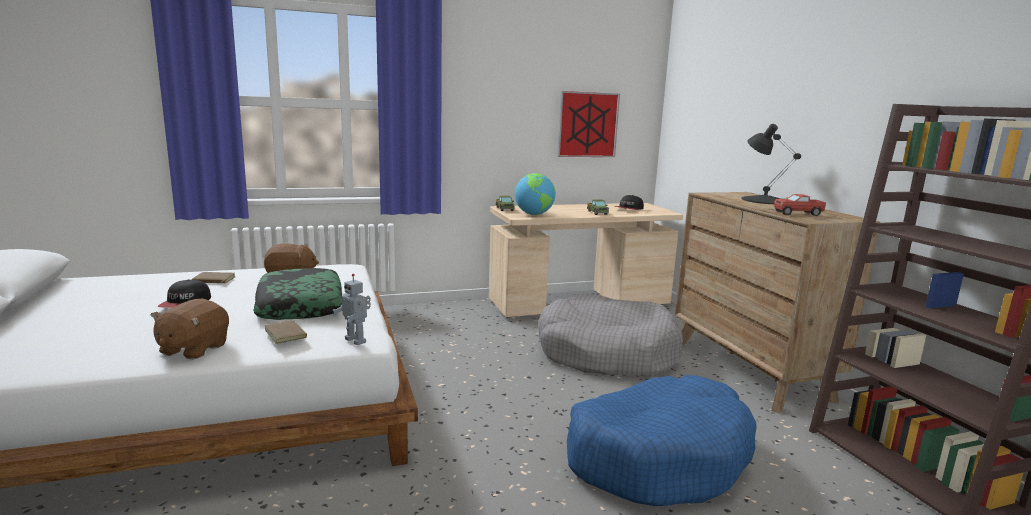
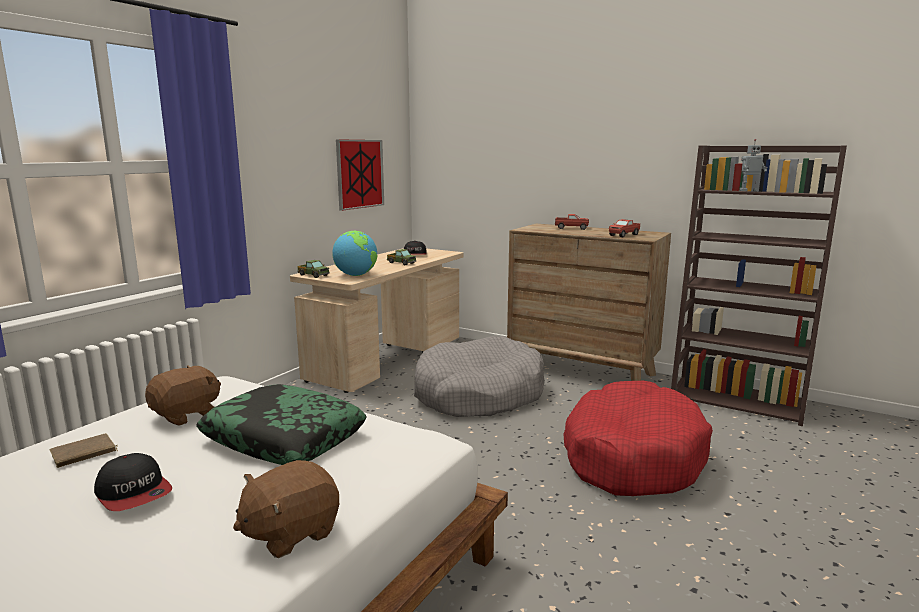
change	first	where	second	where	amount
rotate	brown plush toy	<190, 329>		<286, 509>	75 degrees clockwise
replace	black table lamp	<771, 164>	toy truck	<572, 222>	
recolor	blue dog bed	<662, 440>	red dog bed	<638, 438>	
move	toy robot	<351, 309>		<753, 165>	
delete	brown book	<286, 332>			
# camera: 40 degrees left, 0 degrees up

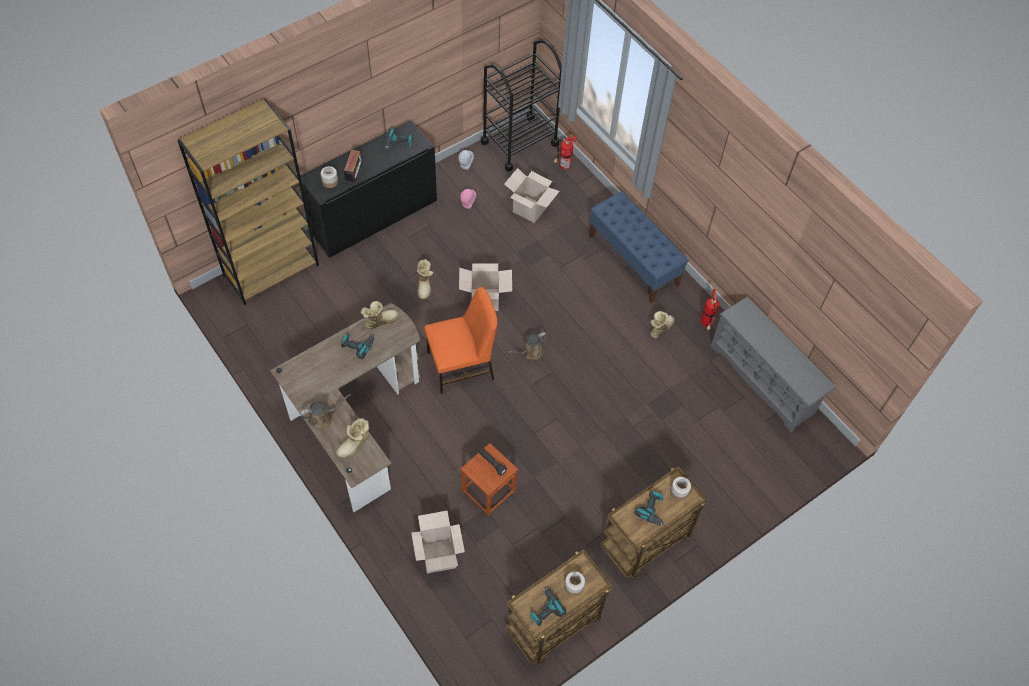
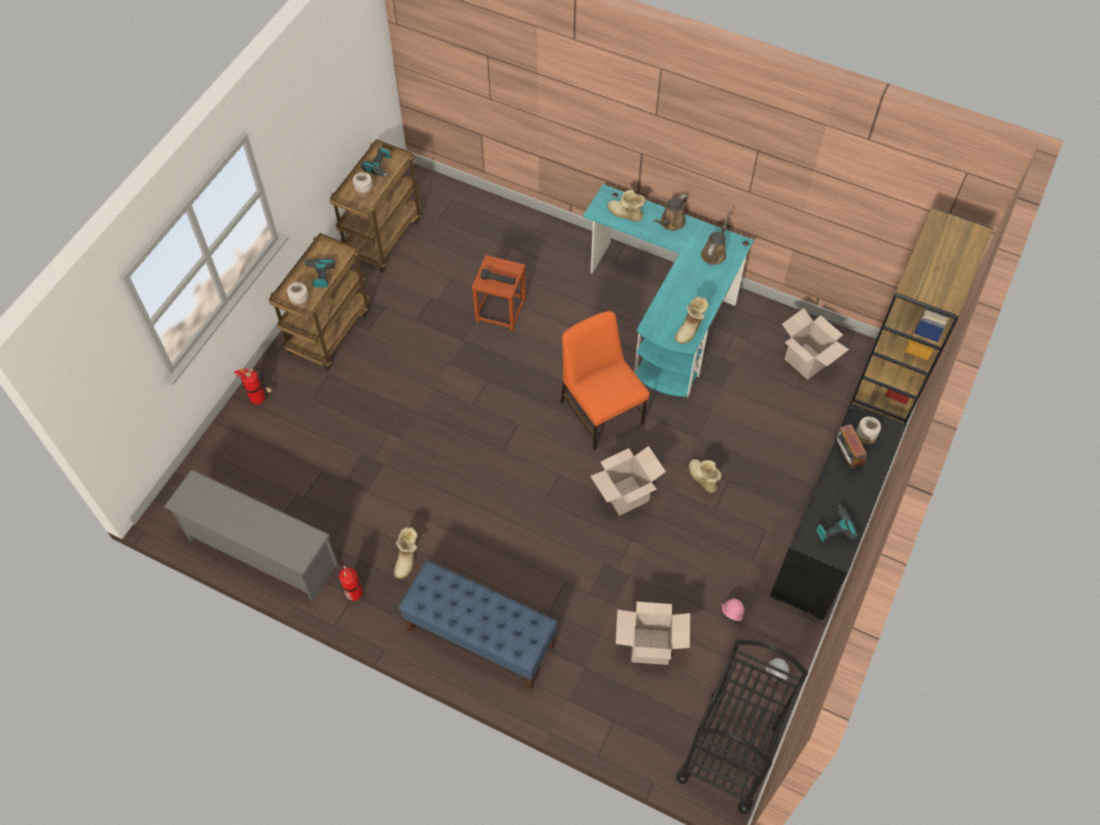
change	first	where	second	where	amount
move	fire extinguisher	<565, 151>		<253, 386>	
rotate	orange chair	<460, 340>		<604, 380>	105 degrees clockwise
recolor	brown desk	<345, 407>	turquoise desk	<668, 291>	
rotate	boot	<352, 438>		<626, 206>	75 degrees counterclockwise
move	brown watering can	<527, 346>		<716, 237>	
move	cardboard box	<438, 542>		<815, 344>	
delete	power drill	<358, 346>			
# camera: 155 degrees right, 0 degrees up

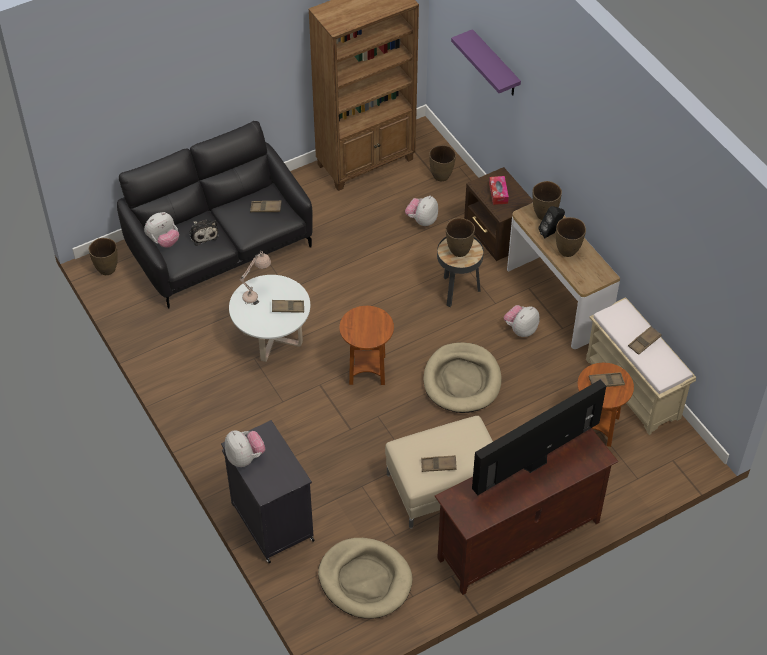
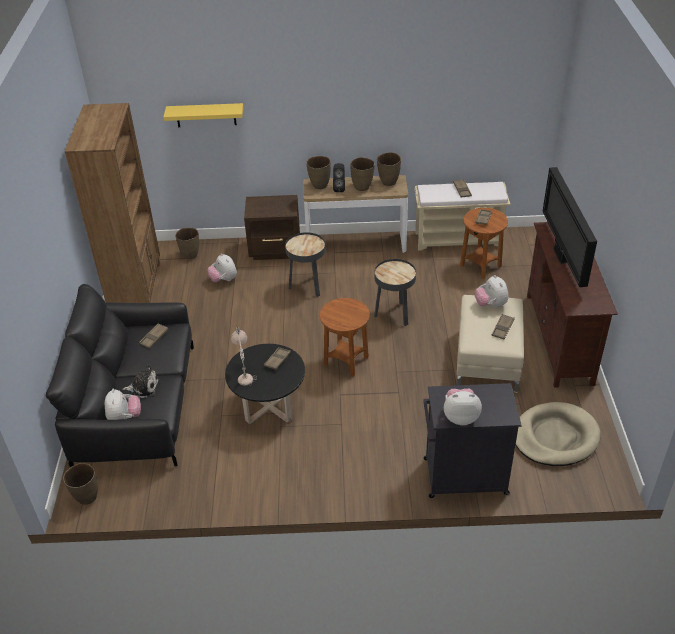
change	first	where	second	where	amount
recolor	purple shelf	<486, 62>	yellow shelf	<203, 115>	
recolor	white coffee table	<269, 318>	black coffee table	<265, 384>	
replace	beige dog bed	<462, 377>	black side table	<395, 292>	
move	brown vase	<460, 237>		<389, 169>	
move	plush toy	<522, 321>		<491, 291>	
delete	tissue box	<499, 190>			
# camera: 60 degrees left, 10 degrees down

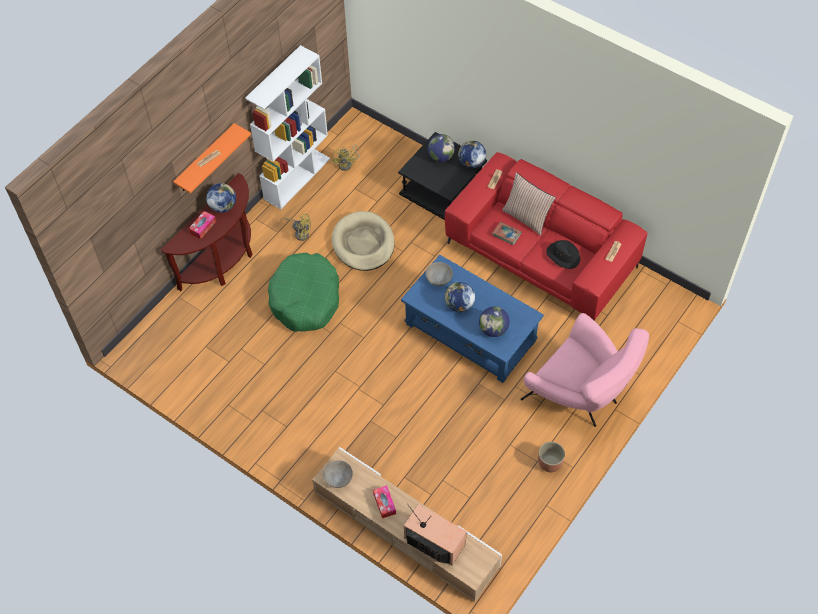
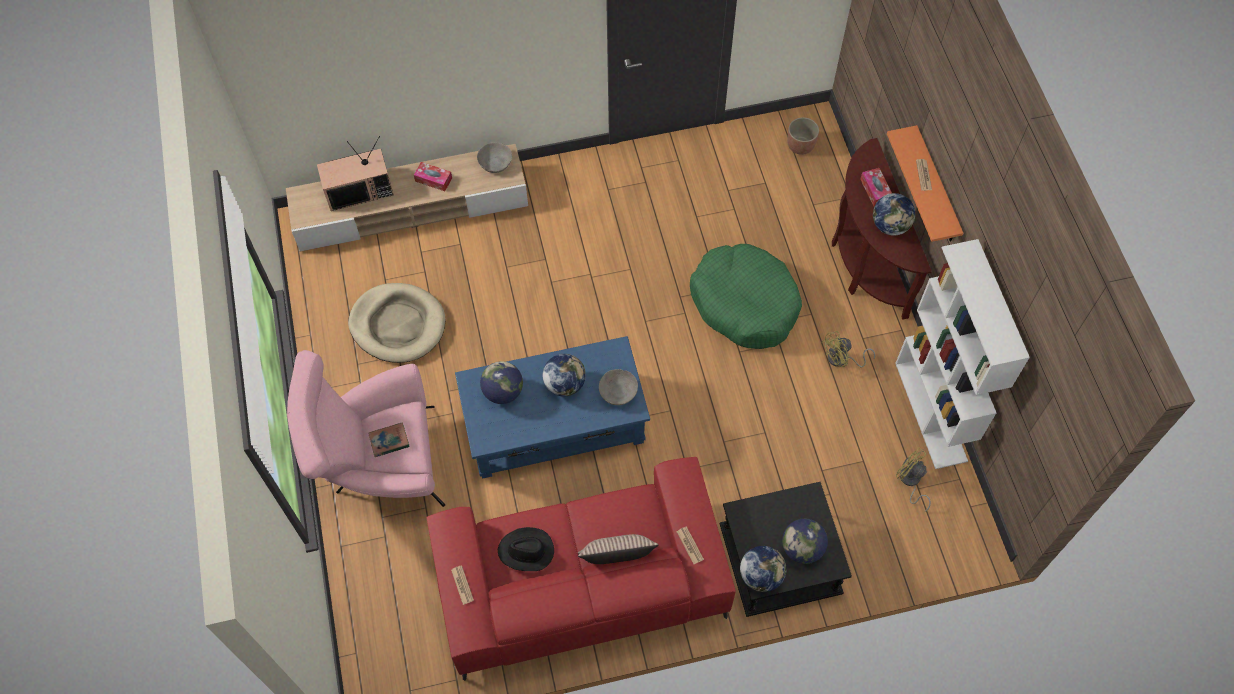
change	first	where	second	where	amount
move	beige dog bed	<363, 241>		<396, 323>	
move	book	<507, 233>		<389, 439>	
move	planter	<551, 457>		<803, 136>	
# camera: 130 degrees right, 5 degrees up

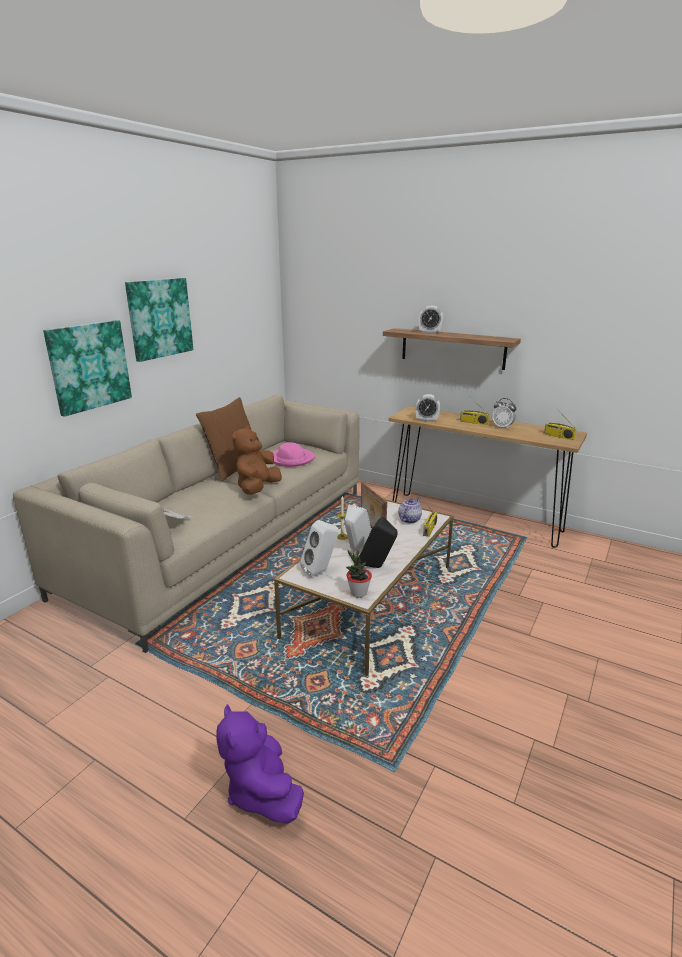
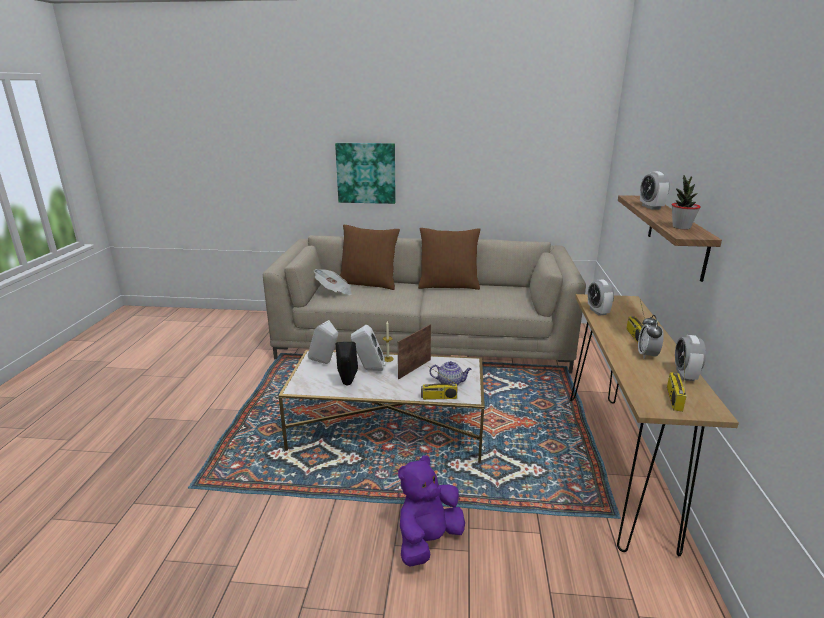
change	first	where	second	where	amount
insert			brown pillow	<370, 257>	
move	purple plush toy	<260, 763>		<431, 510>	
move	potted plant	<359, 574>		<686, 202>	
insert			alarm clock	<690, 358>	
delete	picture	<159, 320>			
delete	brown plush toy	<257, 460>			
delete	pink hat	<294, 454>			
# camera: 65 degrees right, 0 degrees up

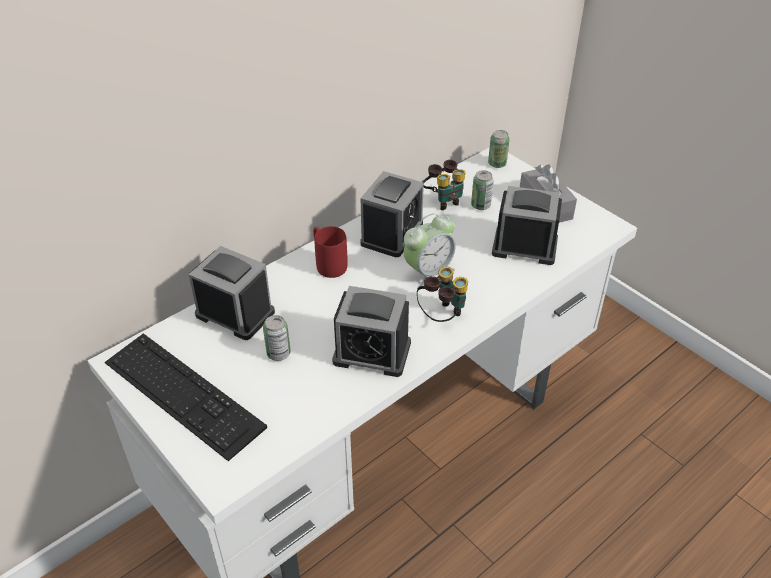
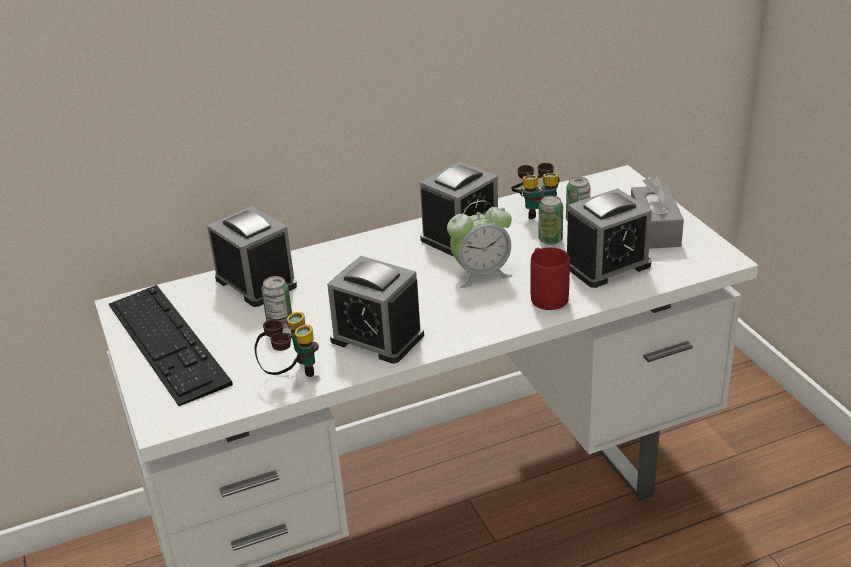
change	first	where	second	where	amount
move	binoculars	<442, 294>		<286, 344>	
move	red mug	<330, 252>		<550, 278>	
move	can	<499, 149>		<551, 220>	
rotate	alarm clock	<527, 225>		<609, 238>	120 degrees clockwise
# camera: 20 degrees right, 10 degrees down

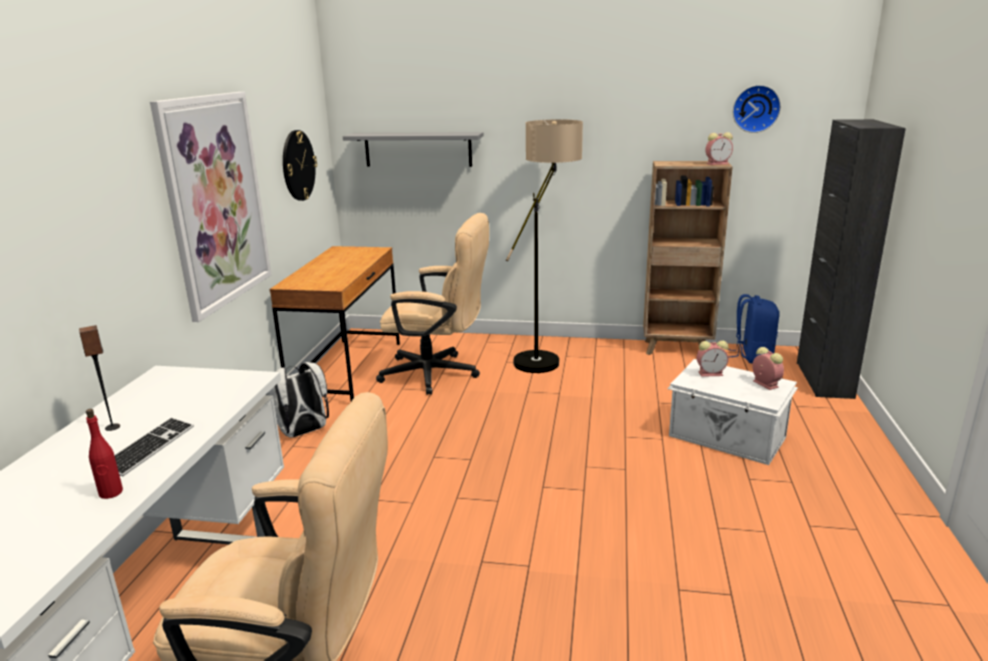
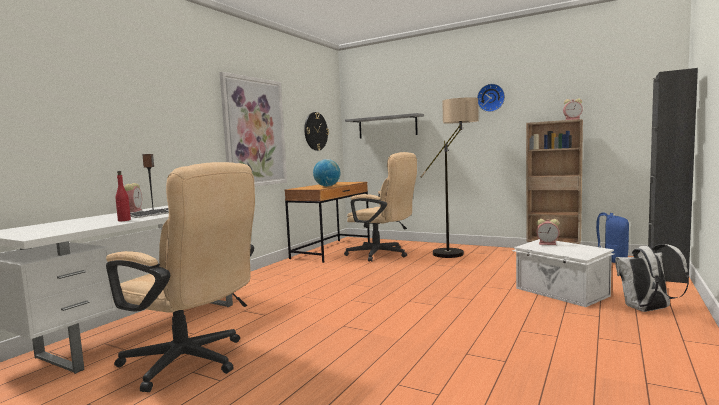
change	first	where	second	where	amount
move	alarm clock	<768, 368>		<133, 197>	
insert			globe	<326, 172>	
move	wall clock	<757, 109>		<491, 98>	
move	white backpack	<297, 400>		<652, 278>	
# camera: 20 degrees right, 15 degrees down

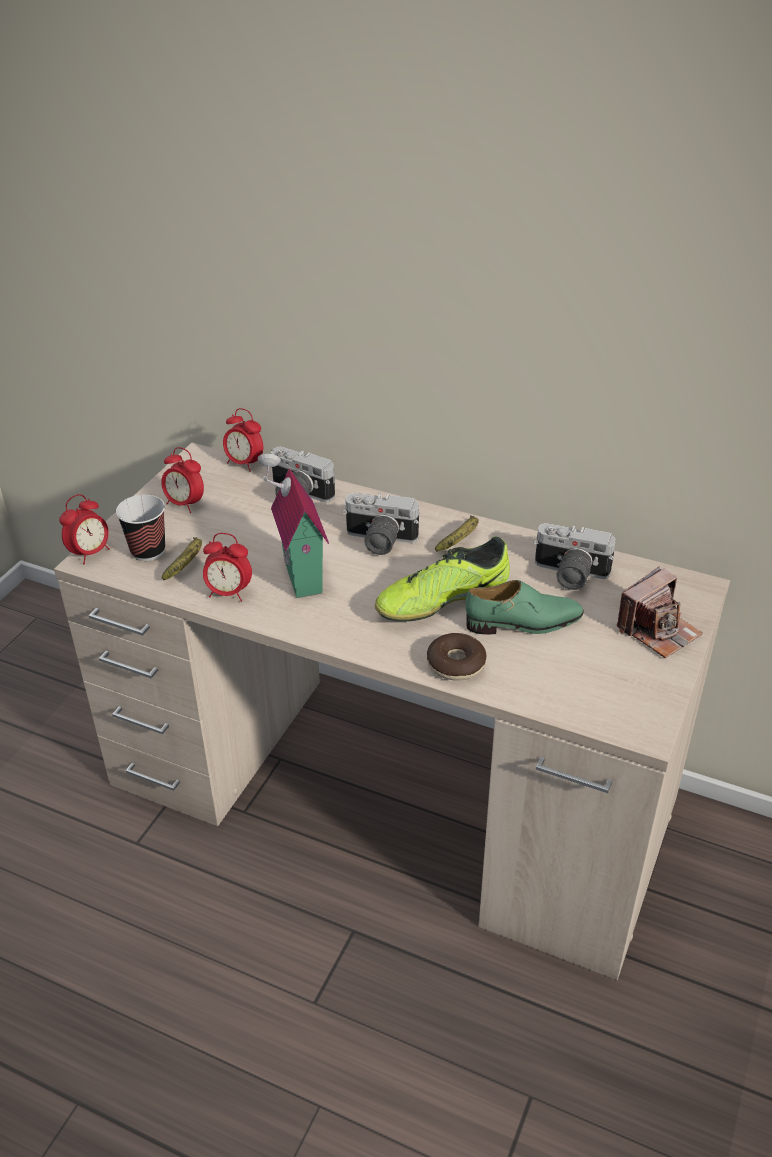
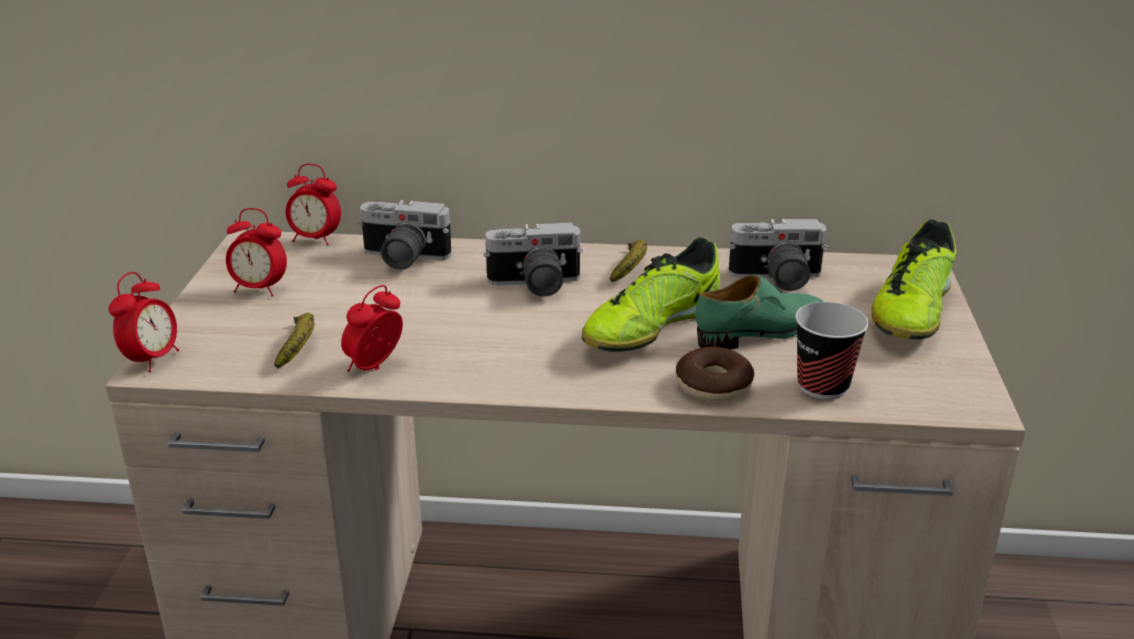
change	first	where	second	where	amount
rotate	alarm clock	<227, 567>		<372, 328>	135 degrees clockwise
move	cup	<140, 528>		<832, 351>	
replace	photo camera	<660, 612>	shoe	<913, 279>	
delete	toy house	<293, 523>			
# camera: 20 degrees left, 10 degrees down

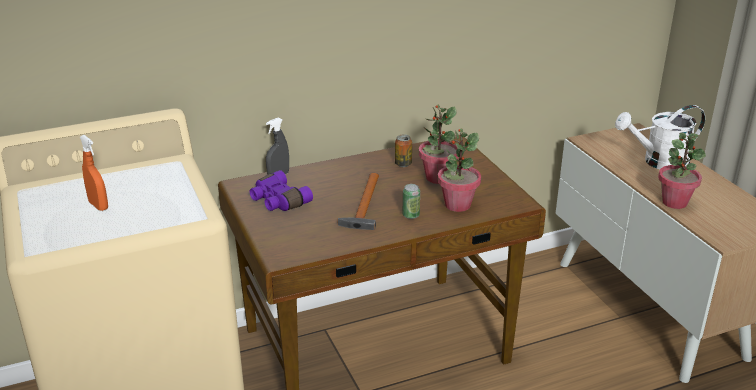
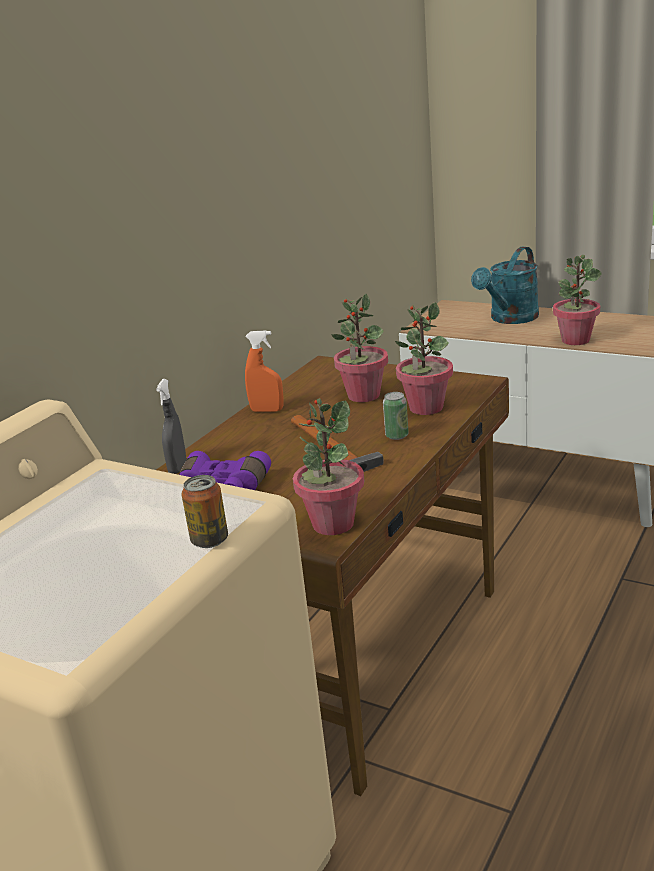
change	first	where	second	where	amount
move	can	<403, 151>		<204, 511>	
move	orange spray bottle	<94, 173>		<264, 371>	
insert			potted plant	<328, 466>	
recolor	white watering can	<660, 137>	turquoise watering can	<505, 285>	
# camera: 35 degrees left, 5 degrees down

